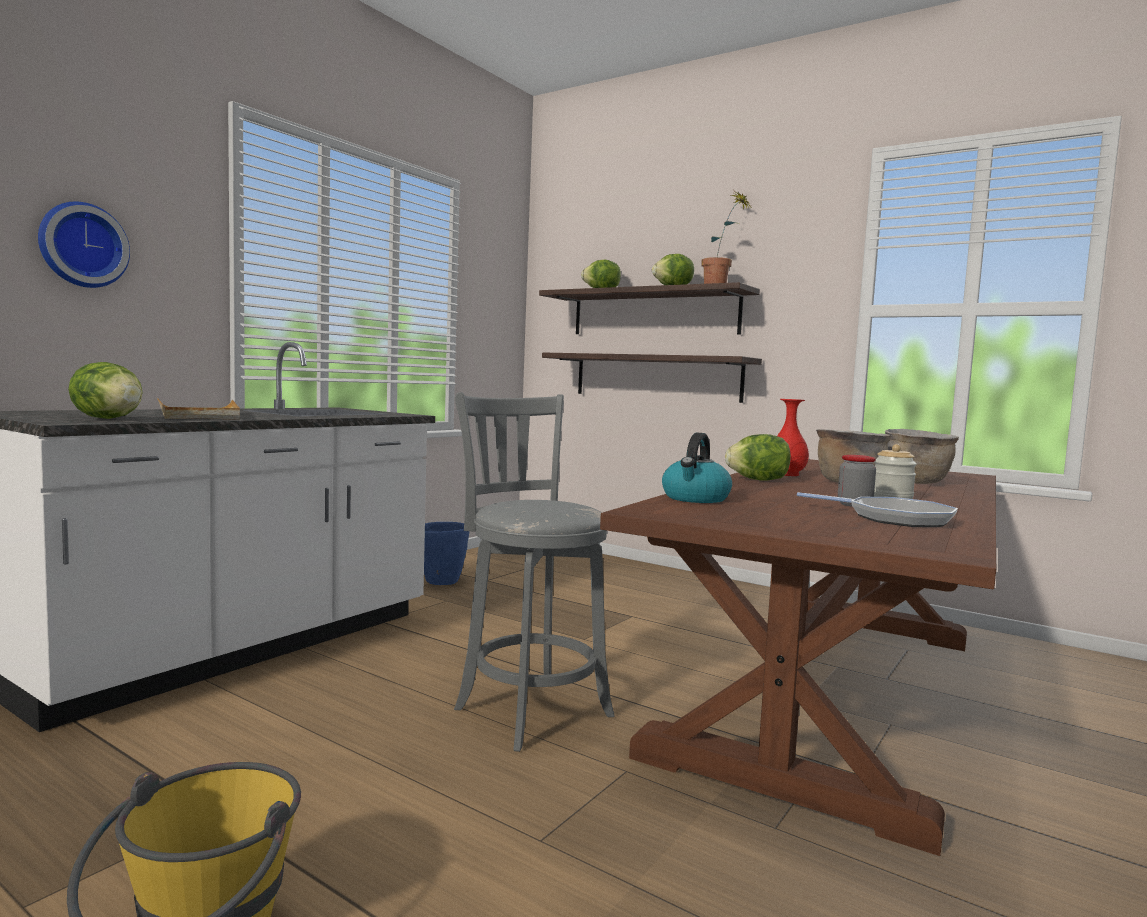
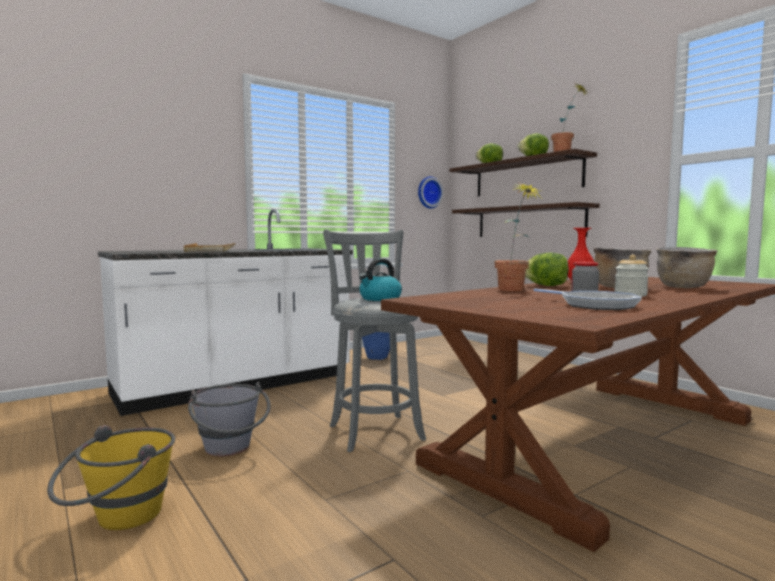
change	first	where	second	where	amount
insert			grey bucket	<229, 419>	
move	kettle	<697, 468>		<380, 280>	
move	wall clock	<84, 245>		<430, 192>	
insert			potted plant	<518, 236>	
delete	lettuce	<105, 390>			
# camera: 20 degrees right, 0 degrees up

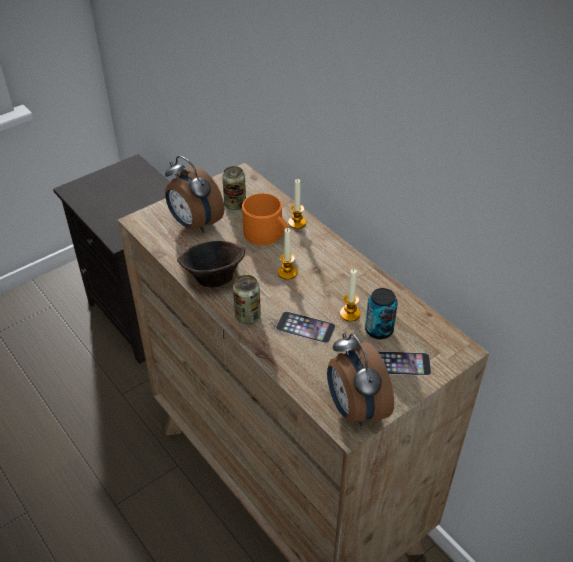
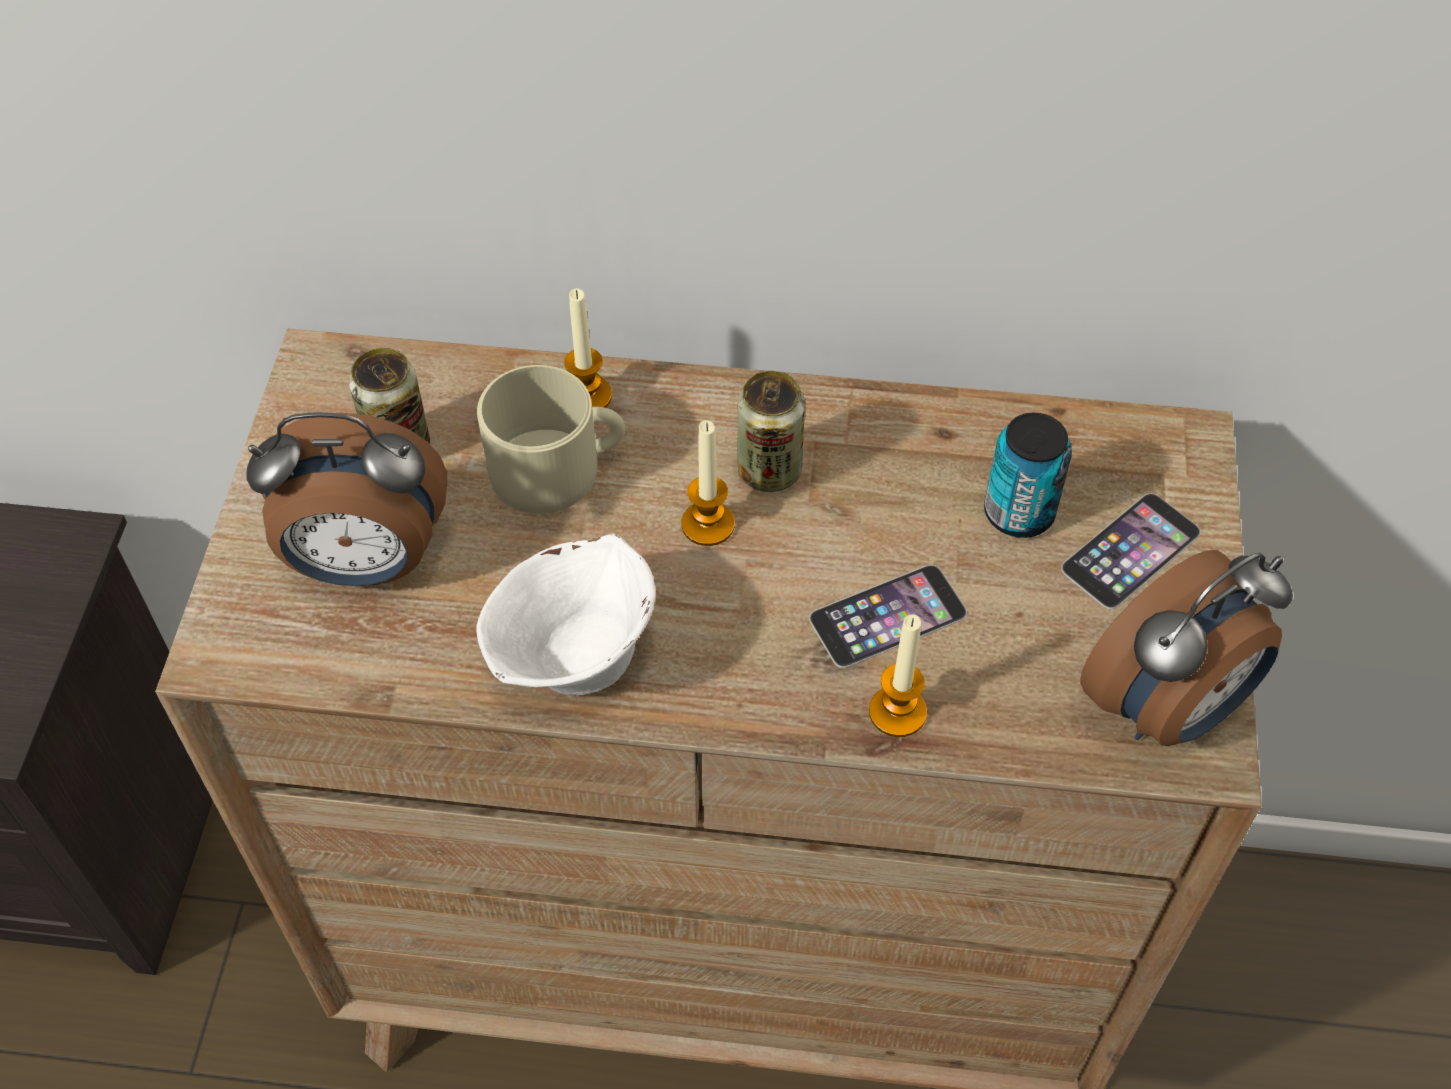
change	first	where	second	where	amount
recolor	brown bowl	<211, 264>	white bowl	<565, 614>	
recolor	orange mug	<265, 219>	beige mug	<551, 439>	
move	can	<247, 299>		<771, 431>	
move	candle	<350, 295>		<898, 675>	
rotate	alarm clock	<360, 379>		<1186, 648>	60 degrees counterclockwise
# camera: 45 degrees left, 10 degrees up

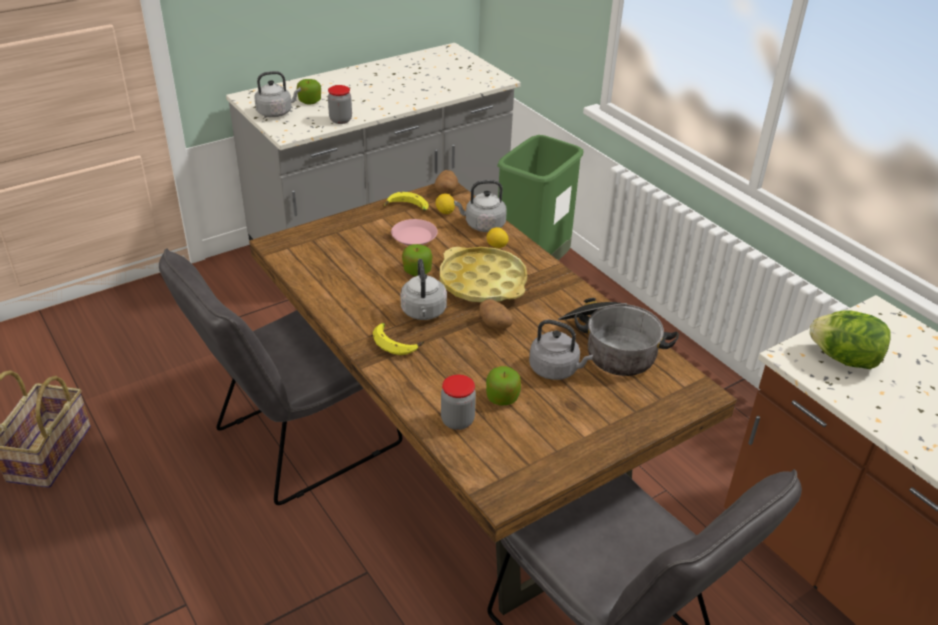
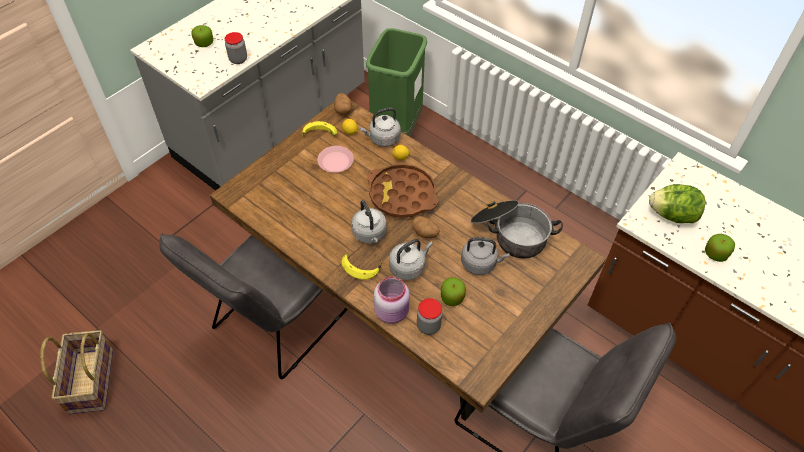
change	first	where	second	where	amount
recolor	yellow tray	<483, 275>	brown tray	<402, 191>	
insert			pink jar	<392, 300>	
move	grey kettle	<277, 94>		<411, 259>	
move	apple	<417, 260>		<720, 248>	
# camera: 15 degrees left, 15 degrees up

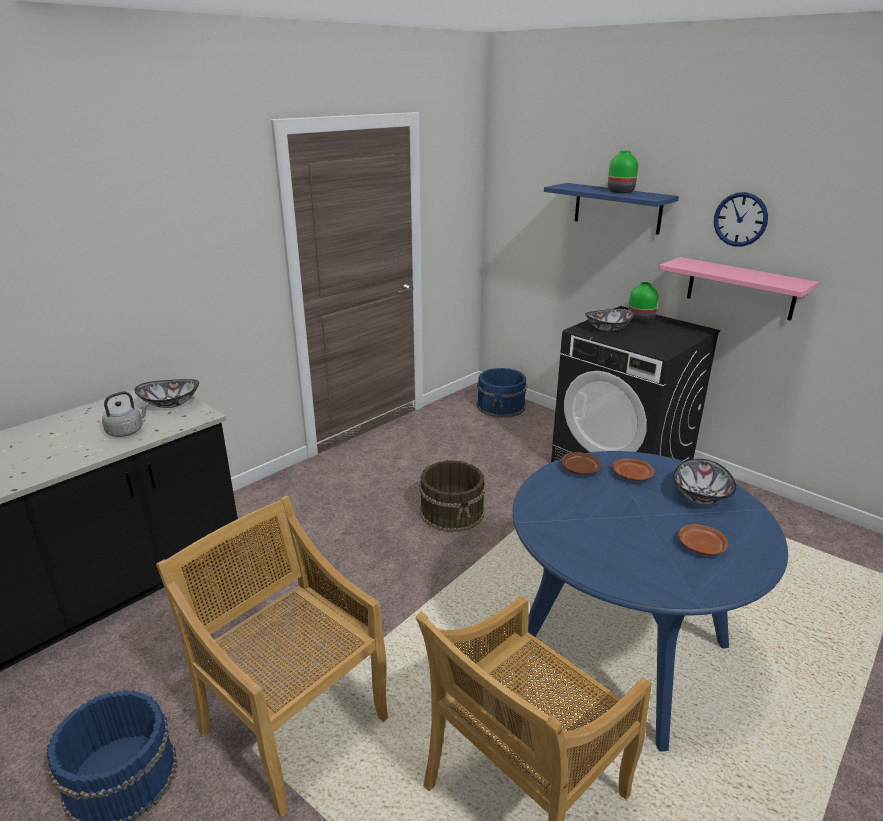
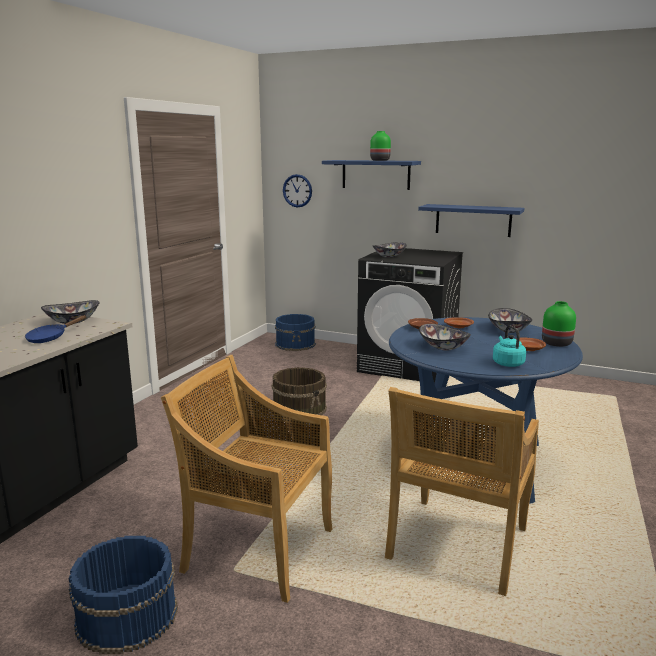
change	first	where	second	where	amount
replace	grey kettle	<125, 414>	blue frying pan	<55, 329>	
move	wall clock	<741, 219>		<297, 190>	
recolor	pink shelf	<739, 289>	blue shelf	<471, 220>	
insert			bowl	<445, 337>	
insert			turquoise kettle	<509, 346>	
move	green vase	<643, 302>		<559, 324>	
# camera: 20 degrees left, 10 degrees down

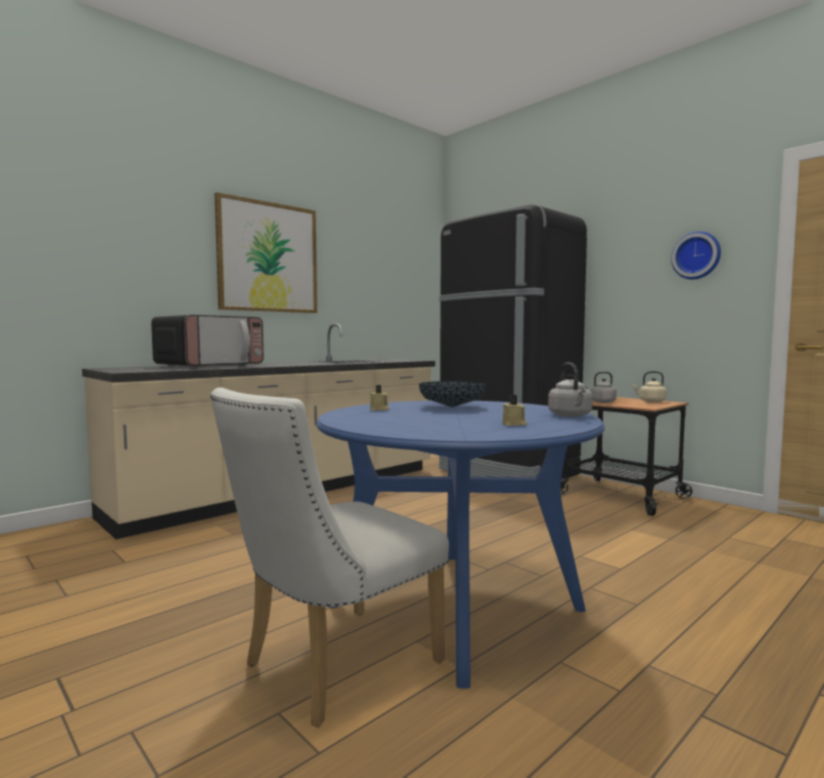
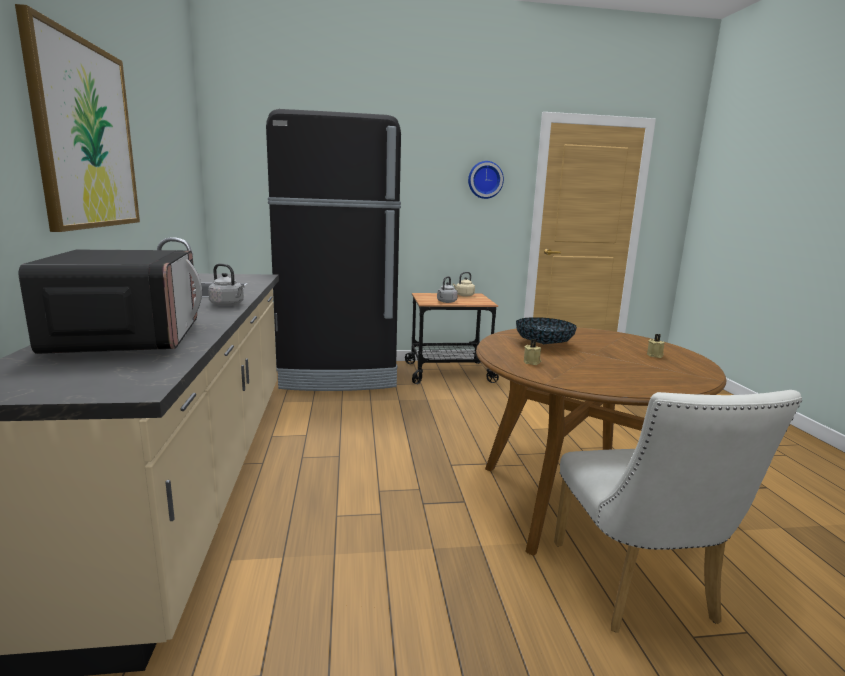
change	first	where	second	where	amount
move	grey kettle	<570, 389>		<226, 284>	
recolor	blue dining table	<460, 545>	brown dining table	<601, 441>	
# camera: 55 degrees left, 10 degrees up

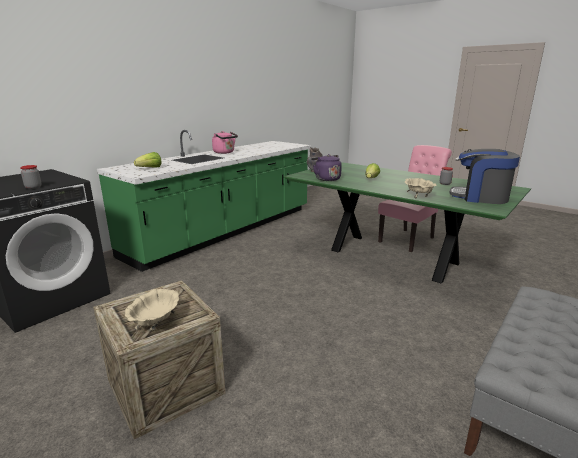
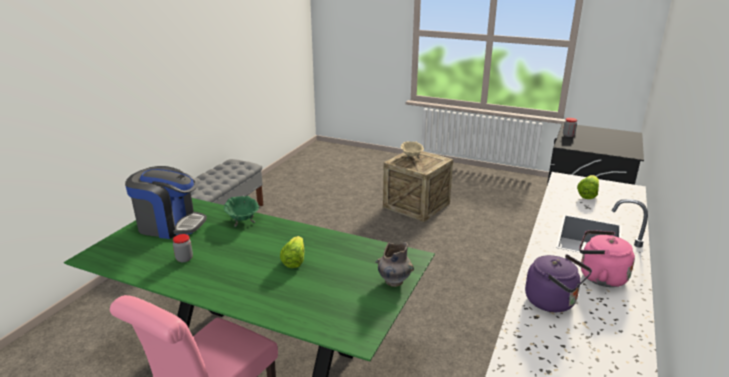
change	first	where	second	where	amount
recolor	beige bowl	<420, 188>	green bowl	<241, 211>	
move	purple kettle	<326, 167>		<558, 283>	
# camera: 165 degrees right, 5 degrees up

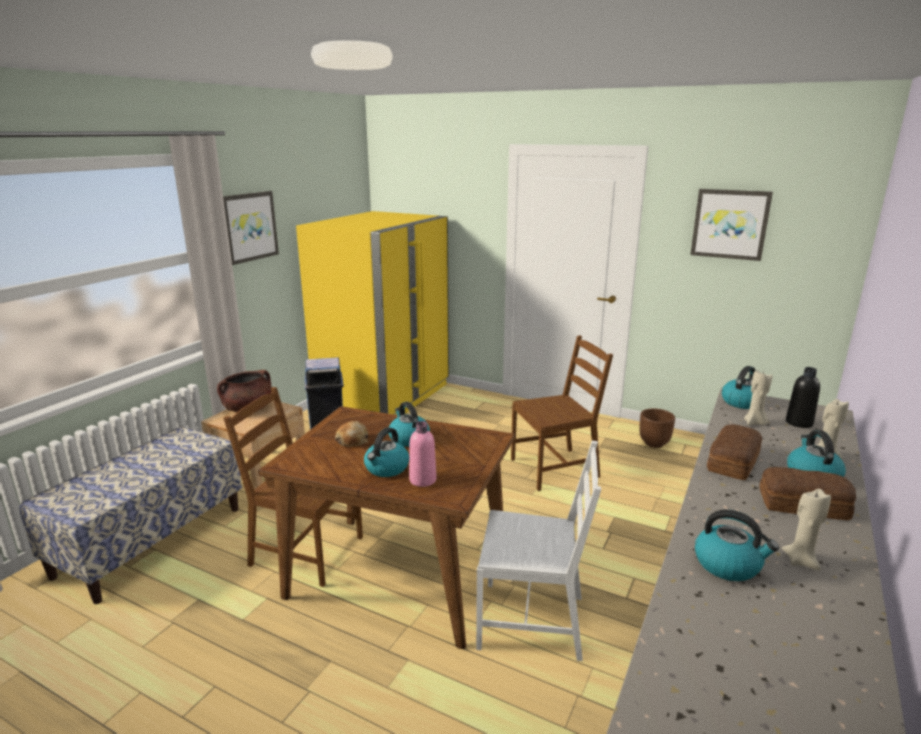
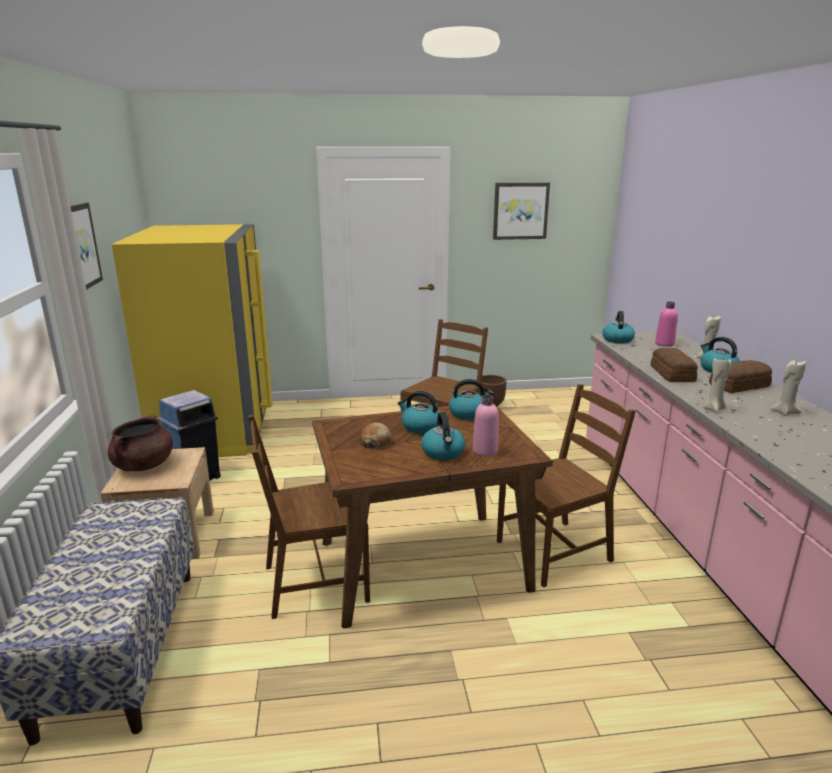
change	first	where	second	where	amount
move	kettle	<737, 545>		<471, 399>	
recolor	white chair	<538, 551>	brown chair	<566, 485>	
recolor	black bottle	<803, 397>	pink bottle	<666, 324>	
move	beige candle	<758, 397>		<717, 385>	
# camera: 35 degrees left, 0 degrees up

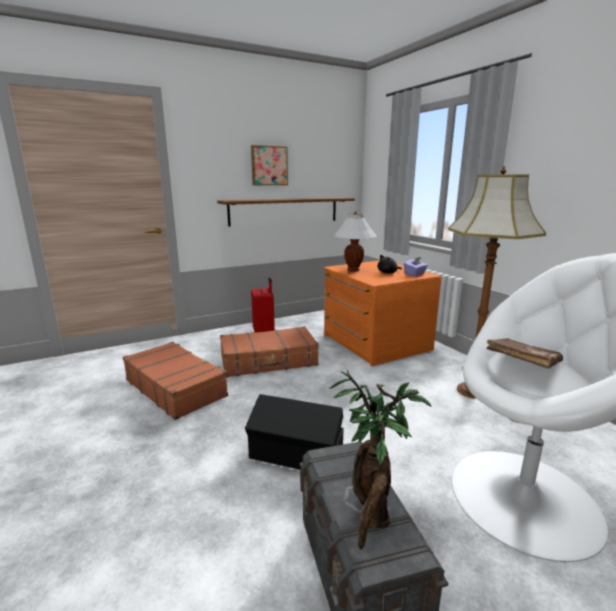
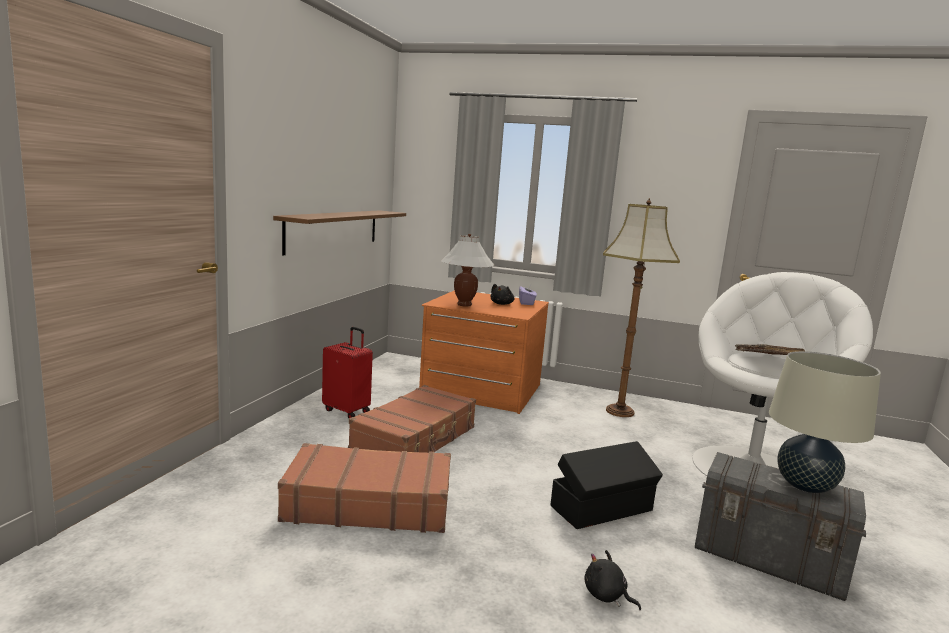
change	first	where	second	where	amount
insert			black plush toy	<612, 580>	
replace	potted plant	<380, 459>	beige table lamp	<825, 422>	
delete	picture	<269, 165>			
# camera: 45 degrees left, 5 degrees down

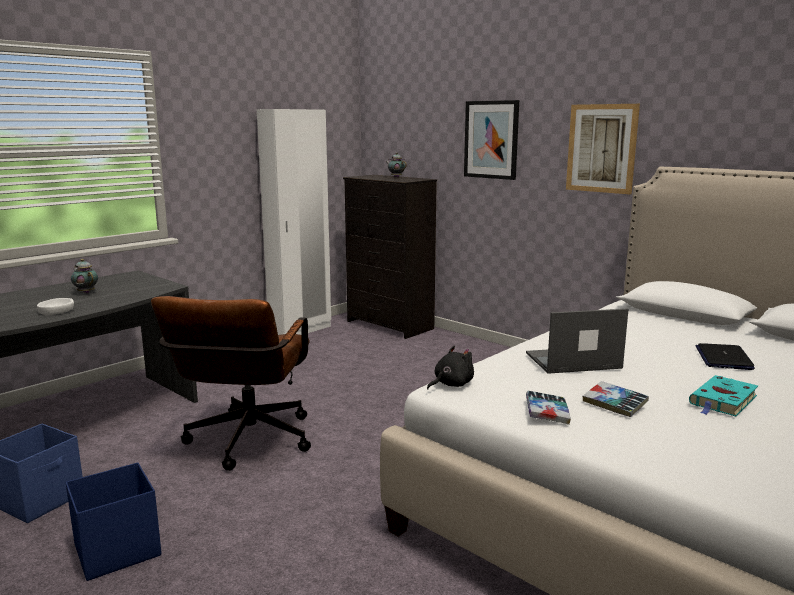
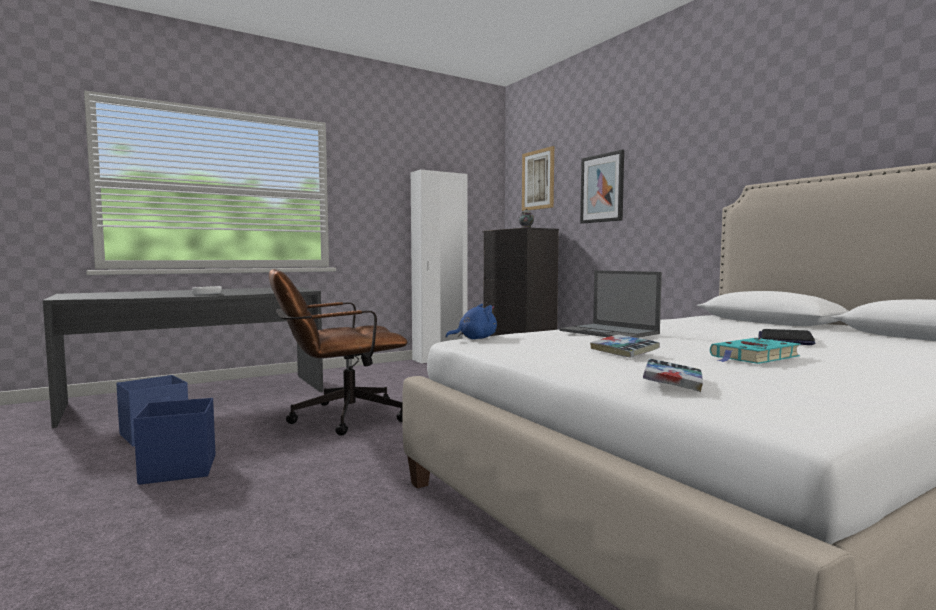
change	first	where	second	where	amount
rotate	brown office chair	<231, 383>		<338, 352>	45 degrees clockwise
recolor	black plush toy	<450, 368>	blue plush toy	<471, 321>	
move	picture	<603, 149>		<538, 178>	
rotate	laptop	<577, 341>		<610, 304>	135 degrees counterclockwise
move	book	<548, 407>		<673, 375>	
delete	teapot	<84, 276>			
# camera: 15 degrees right, 10 degrees down

